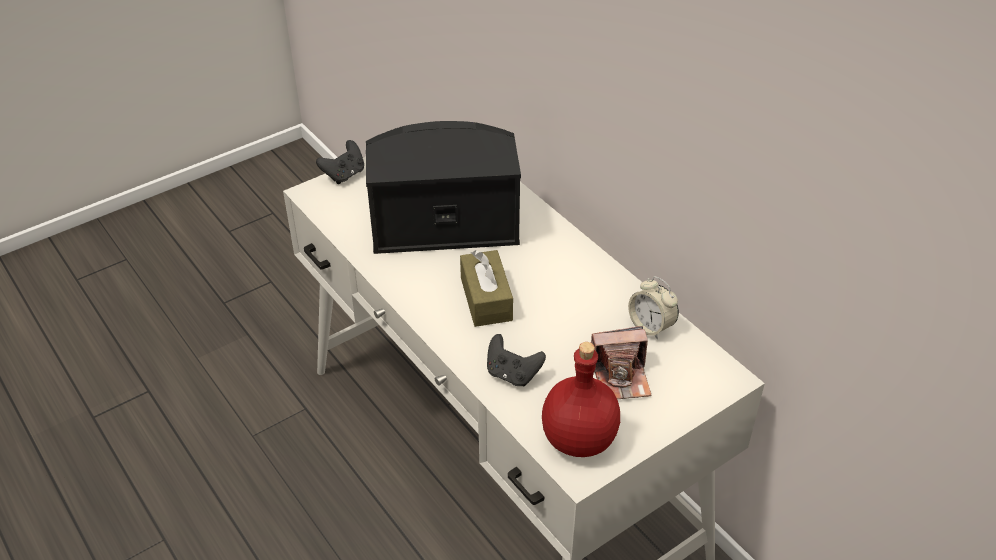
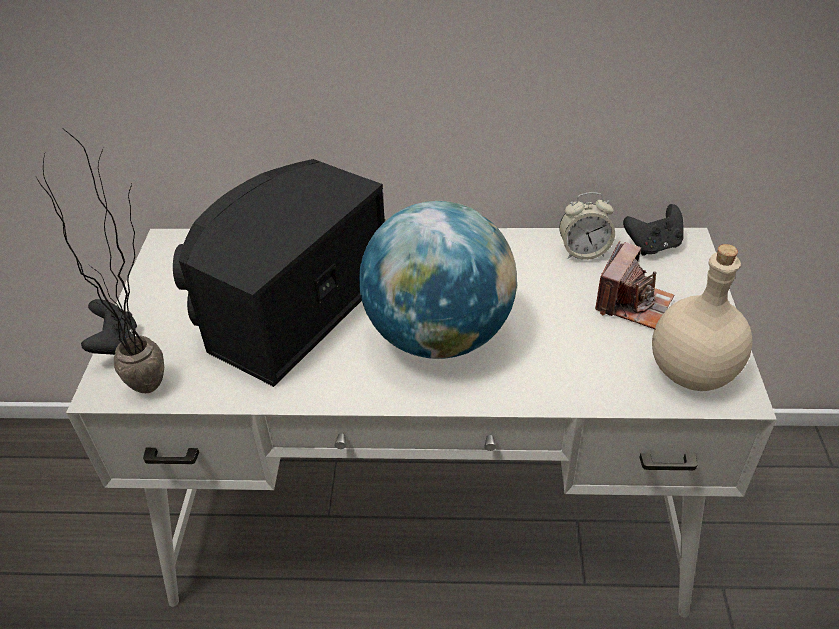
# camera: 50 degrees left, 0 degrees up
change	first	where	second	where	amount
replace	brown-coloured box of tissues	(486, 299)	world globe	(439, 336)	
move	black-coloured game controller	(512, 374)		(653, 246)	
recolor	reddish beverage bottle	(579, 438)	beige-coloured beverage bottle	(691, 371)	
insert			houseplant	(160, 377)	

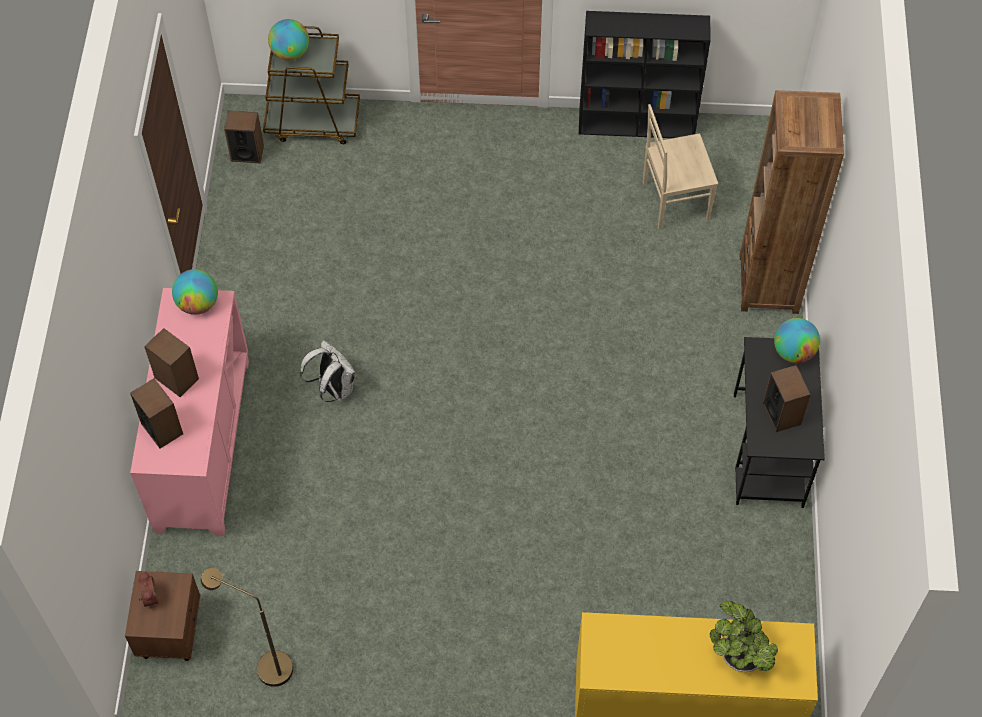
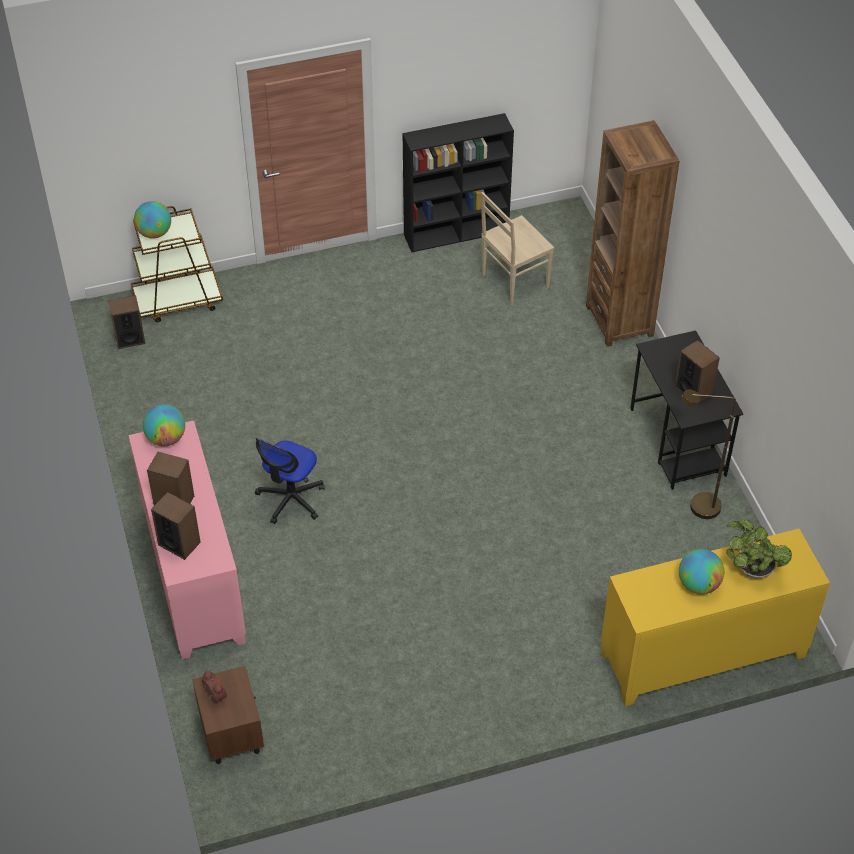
# camera: 20 degrees left, 10 degrees down
change	first	where	second	where	amount
move	brown-coloured floor lamp	(265, 666)		(696, 507)	
replace	white-coloured rucksack	(333, 388)	computer chair	(291, 499)	
move	world globe	(793, 352)		(698, 584)	

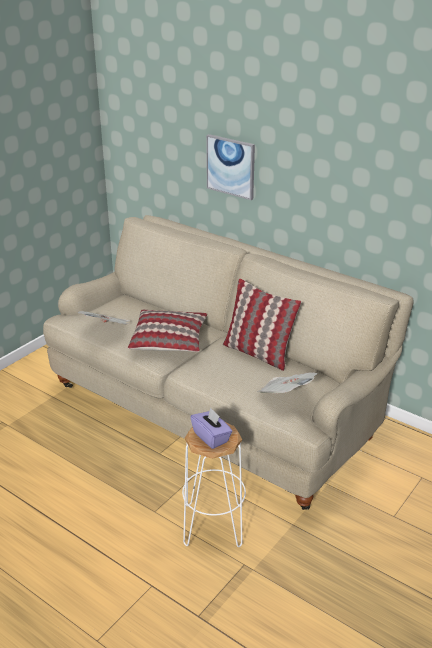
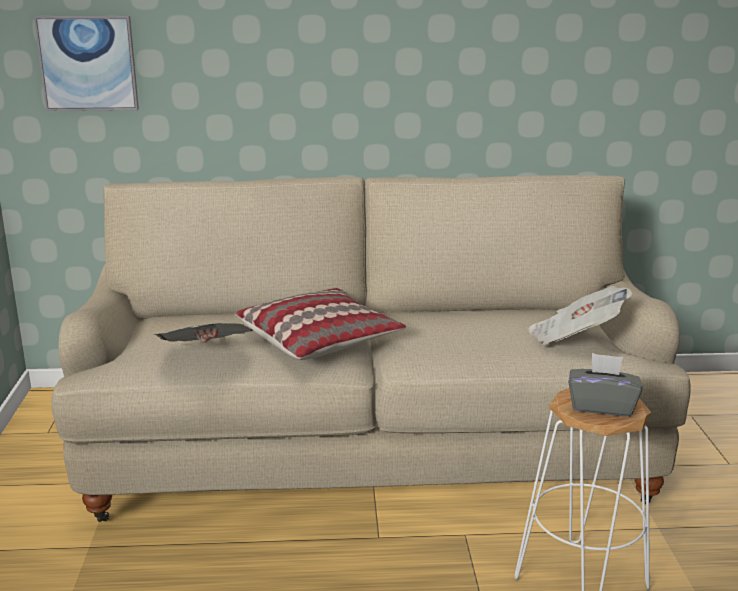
# camera: 40 degrees left, 10 degrees down
change	first	where	second	where	amount
recolor	purple-coloured box of tissues	(211, 437)	greyish box of tissues	(601, 406)	
move	picture	(231, 166)		(88, 63)	
delete	throw pillow	(258, 353)			

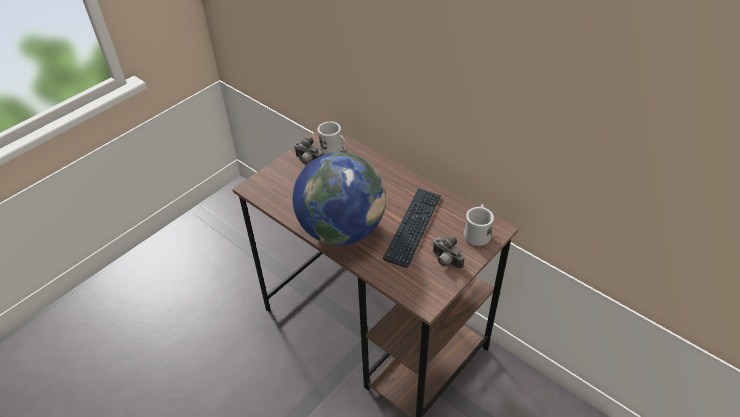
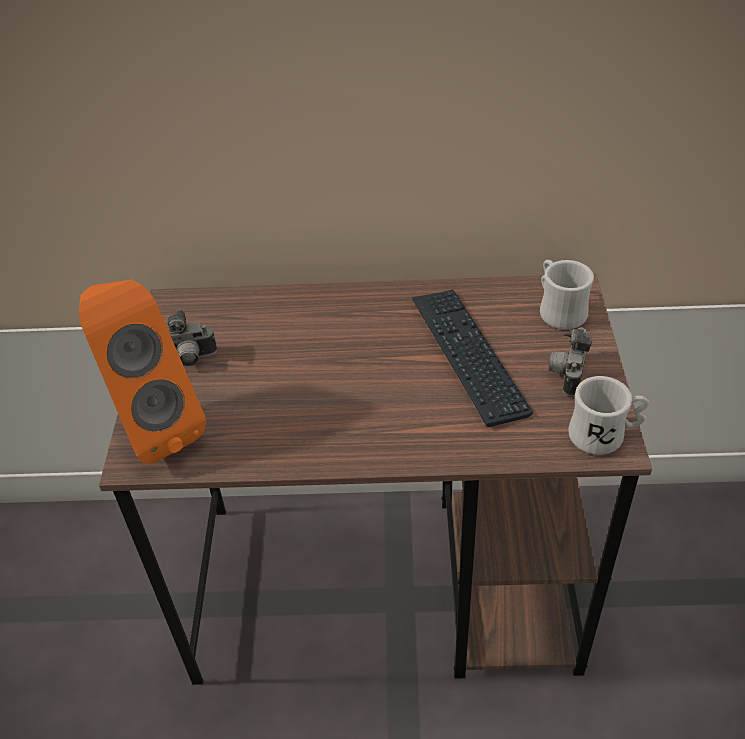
# camera: 40 degrees left, 0 degrees up
change	first	where	second	where	amount
delete	world globe	(341, 230)			
move	white-coloured tea mug	(334, 150)		(605, 435)	
rotate	still camera	(445, 261)		(567, 373)	105 degrees clockwise
insert			orange audio speaker	(153, 426)	

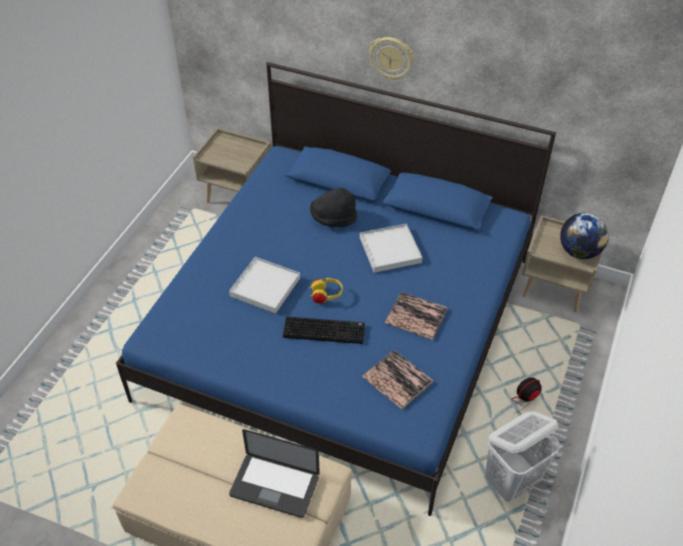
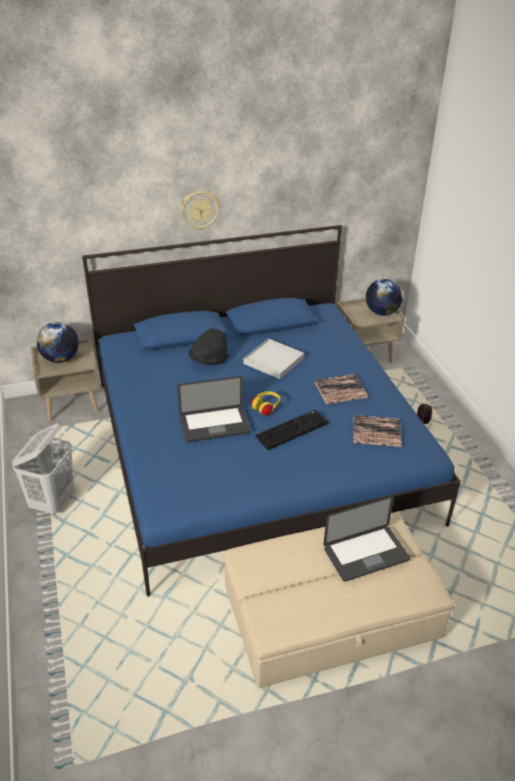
# camera: 40 degrees left, 10 degrees down
change	first	where	second	where	amount
replace	white-coloured tray	(265, 287)	portable computer	(214, 425)	
move	white-coloured hamper	(512, 481)		(53, 501)	
insert			world globe	(60, 359)	

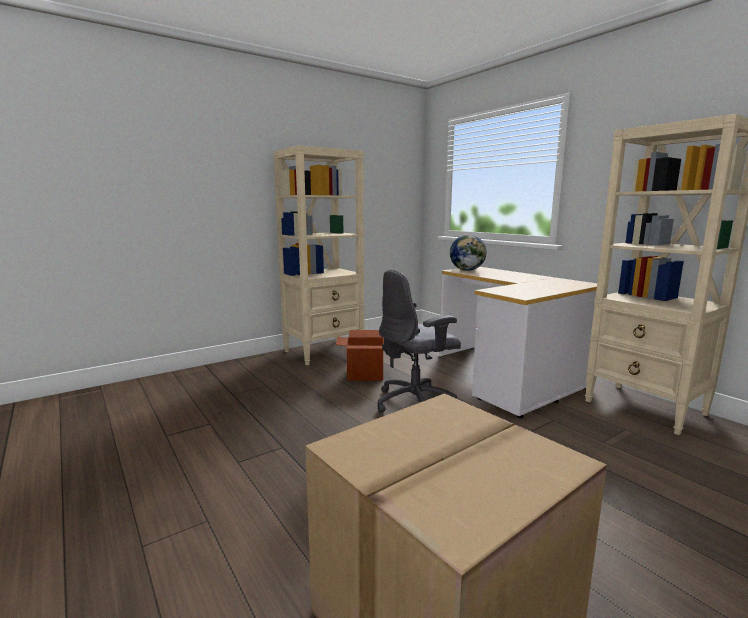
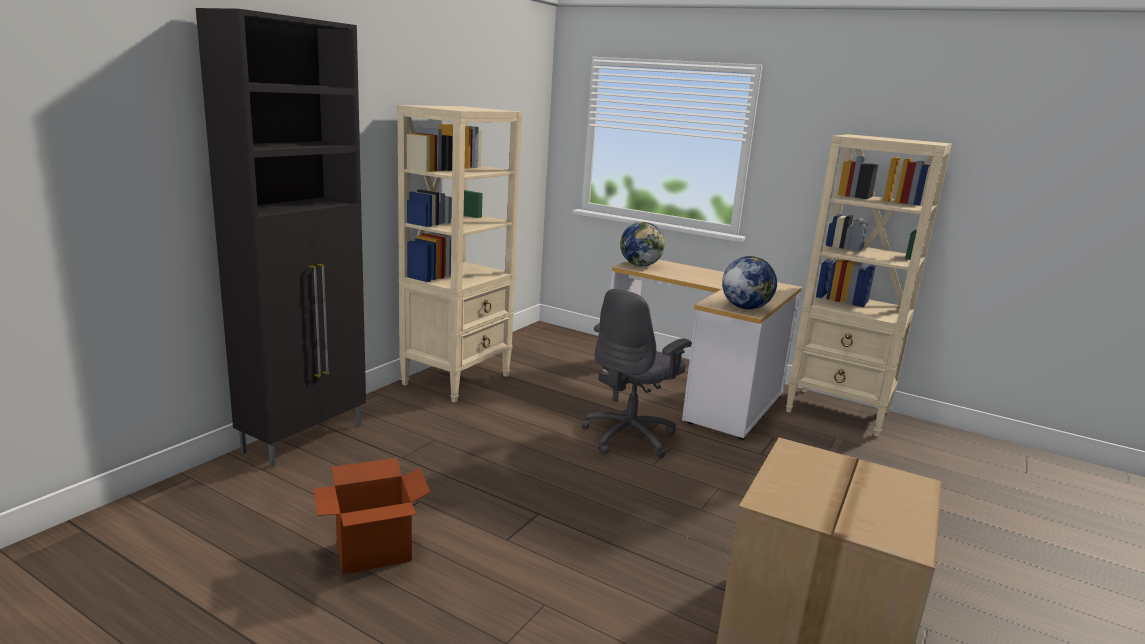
# camera: 25 degrees left, 5 degrees up
change	first	where	second	where	amount
move	packing box	(365, 375)		(373, 552)	
insert			black-coloured cupboard	(306, 438)	
insert			world globe	(745, 308)	

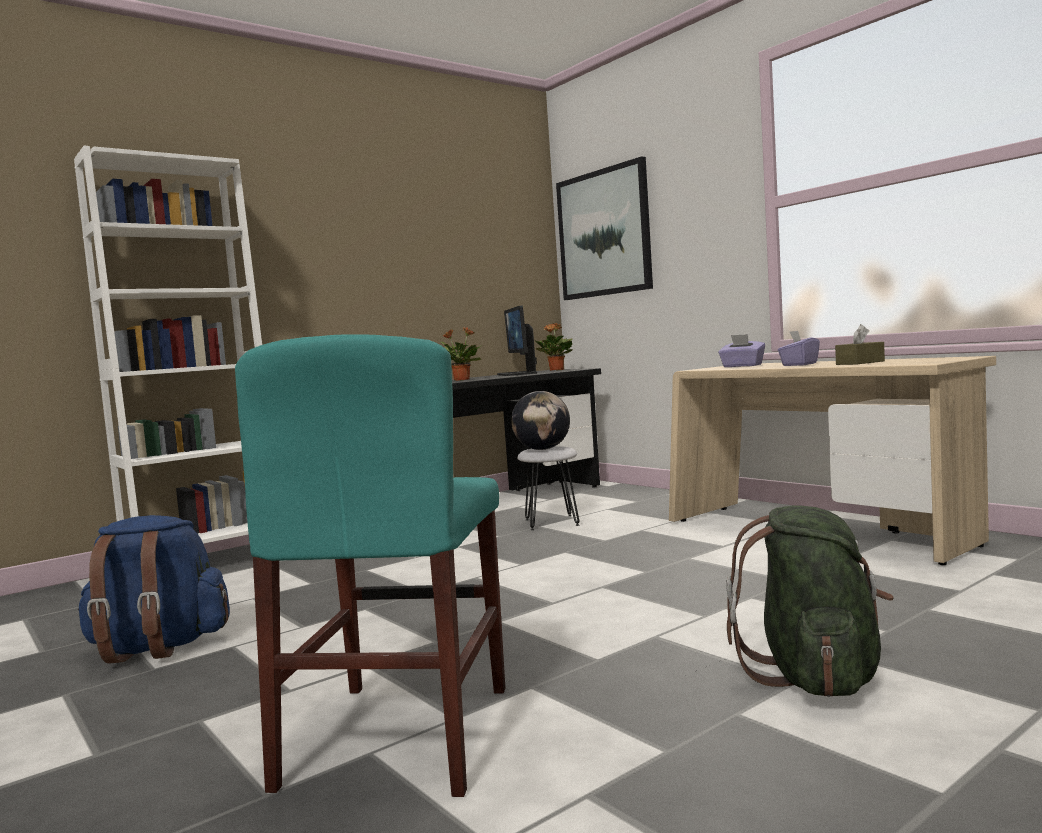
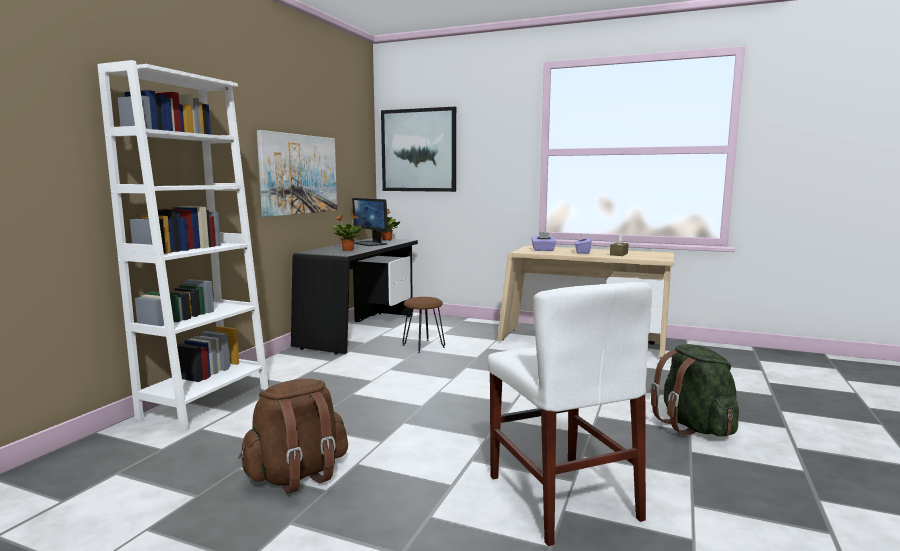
# camera: 30 degrees left, 5 degrees up
change	first	where	second	where	amount
recolor	blue rucksack	(157, 648)	brown-coloured rucksack	(298, 475)	
recolor	turquoise-coloured upright chair	(399, 735)	white-coloured upright chair	(561, 497)	
delete	world globe	(542, 449)			
recolor	white-coloured stool	(551, 522)	brown-coloured stool	(423, 346)	
insert			picture	(299, 174)	

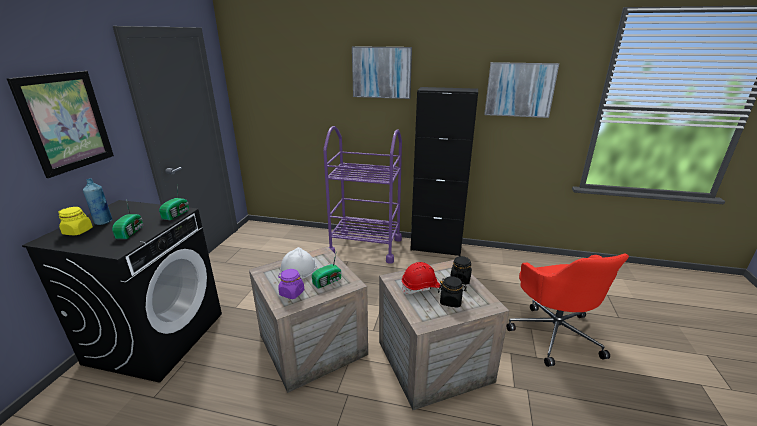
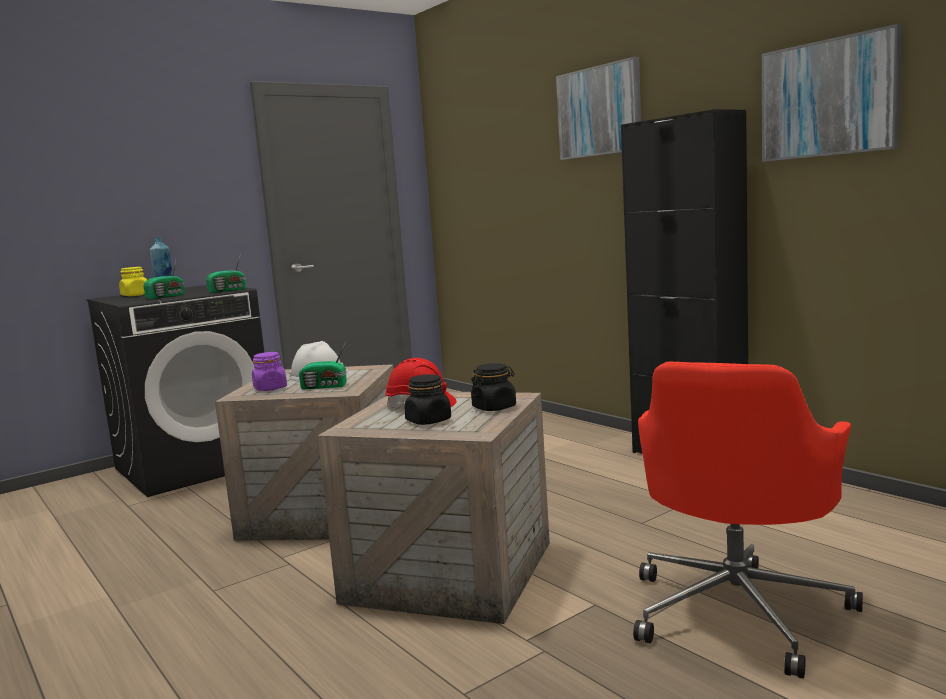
# camera: 40 degrees right, 15 degrees down
change	first	where	second	where	amount
delete	picture	(66, 122)			
delete	purple-coloured trolley	(365, 246)			

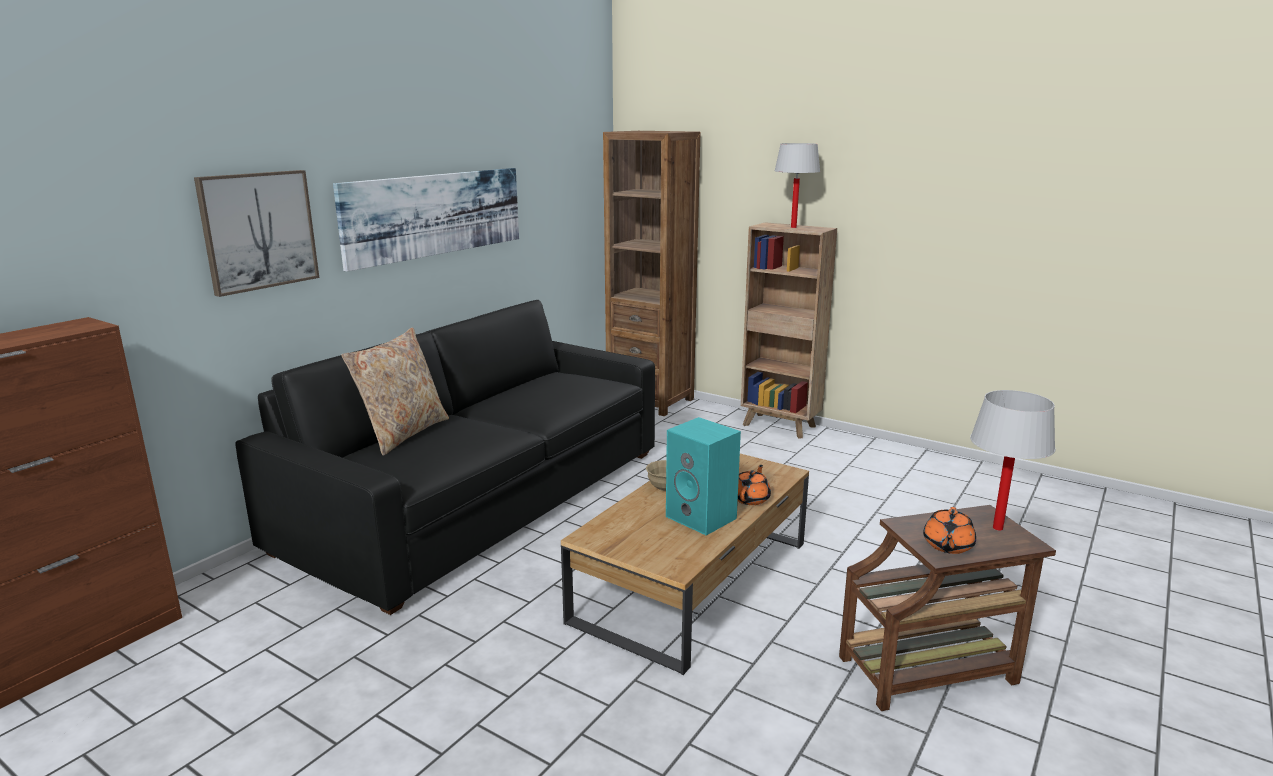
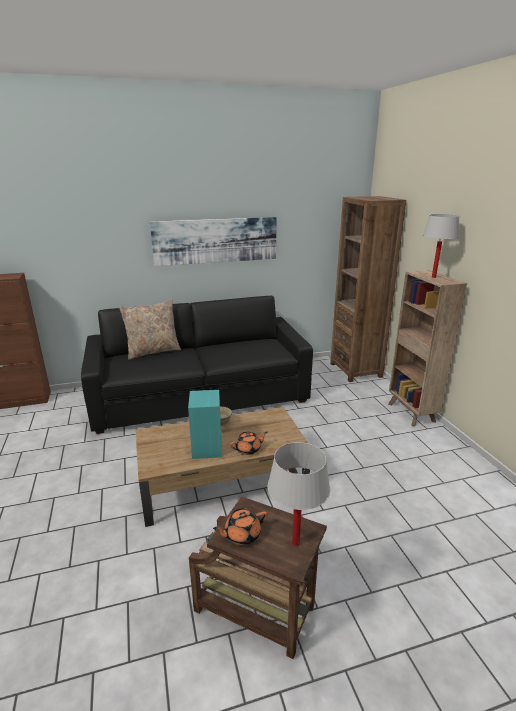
# camera: 40 degrees right, 5 degrees up
change	first	where	second	where	amount
delete	picture	(258, 230)			

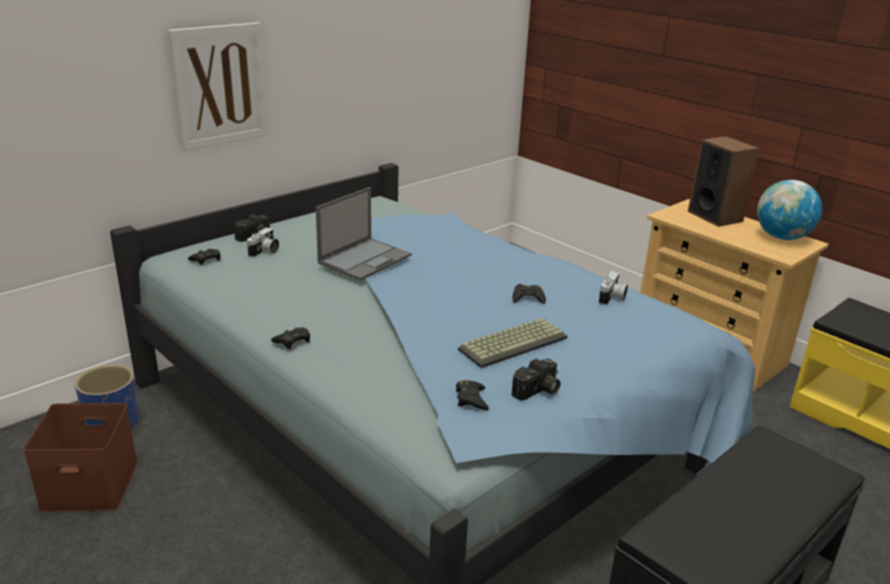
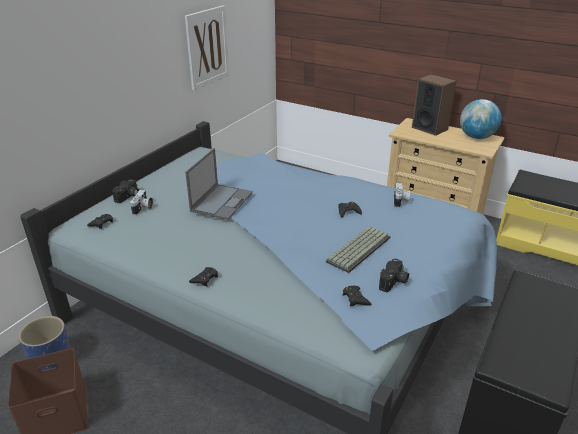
# camera: 15 degrees left, 5 degrees up
change	first	where	second	where	amount
move	picture	(220, 85)		(207, 47)	

